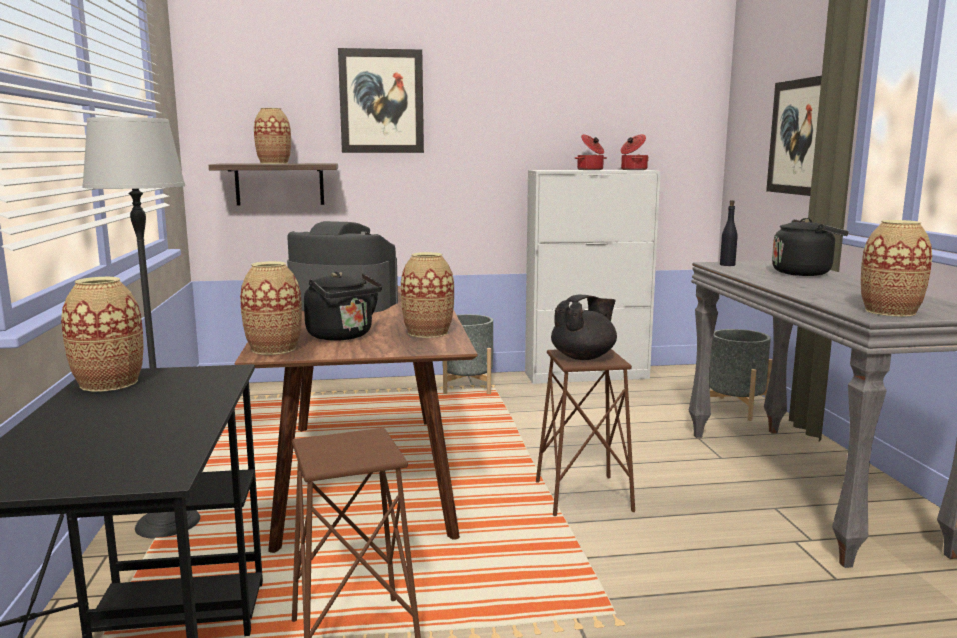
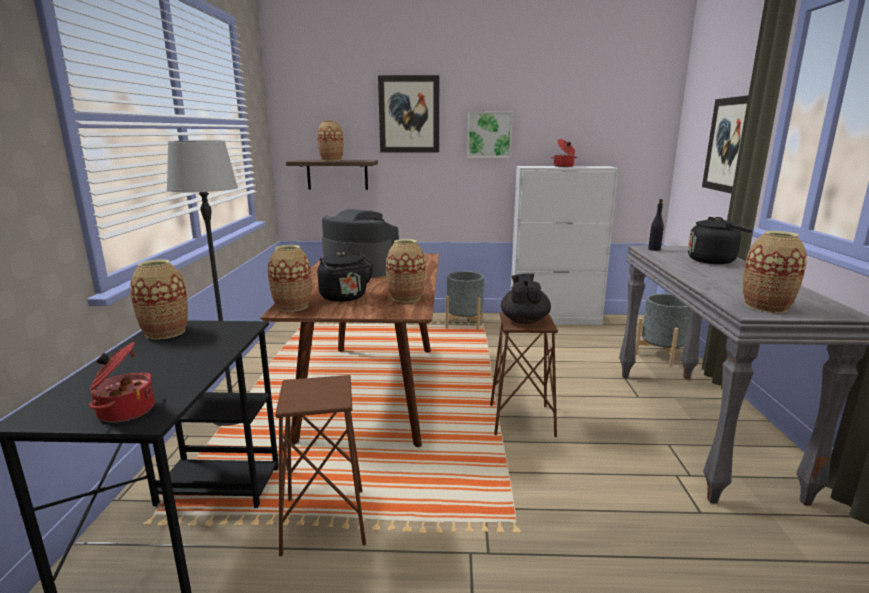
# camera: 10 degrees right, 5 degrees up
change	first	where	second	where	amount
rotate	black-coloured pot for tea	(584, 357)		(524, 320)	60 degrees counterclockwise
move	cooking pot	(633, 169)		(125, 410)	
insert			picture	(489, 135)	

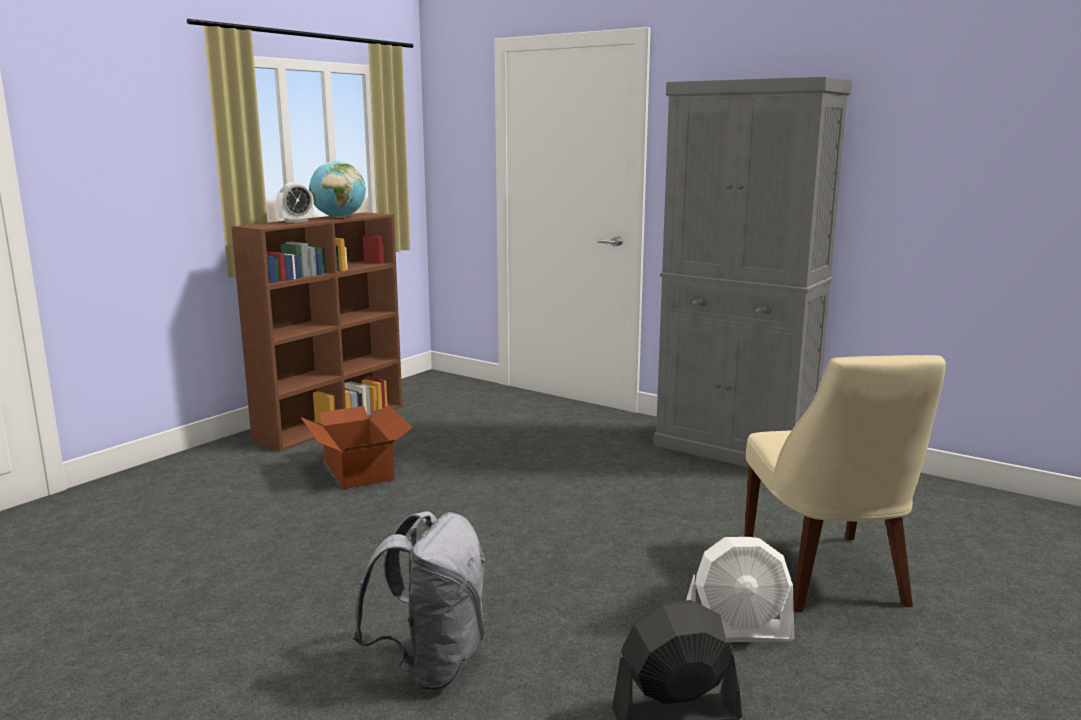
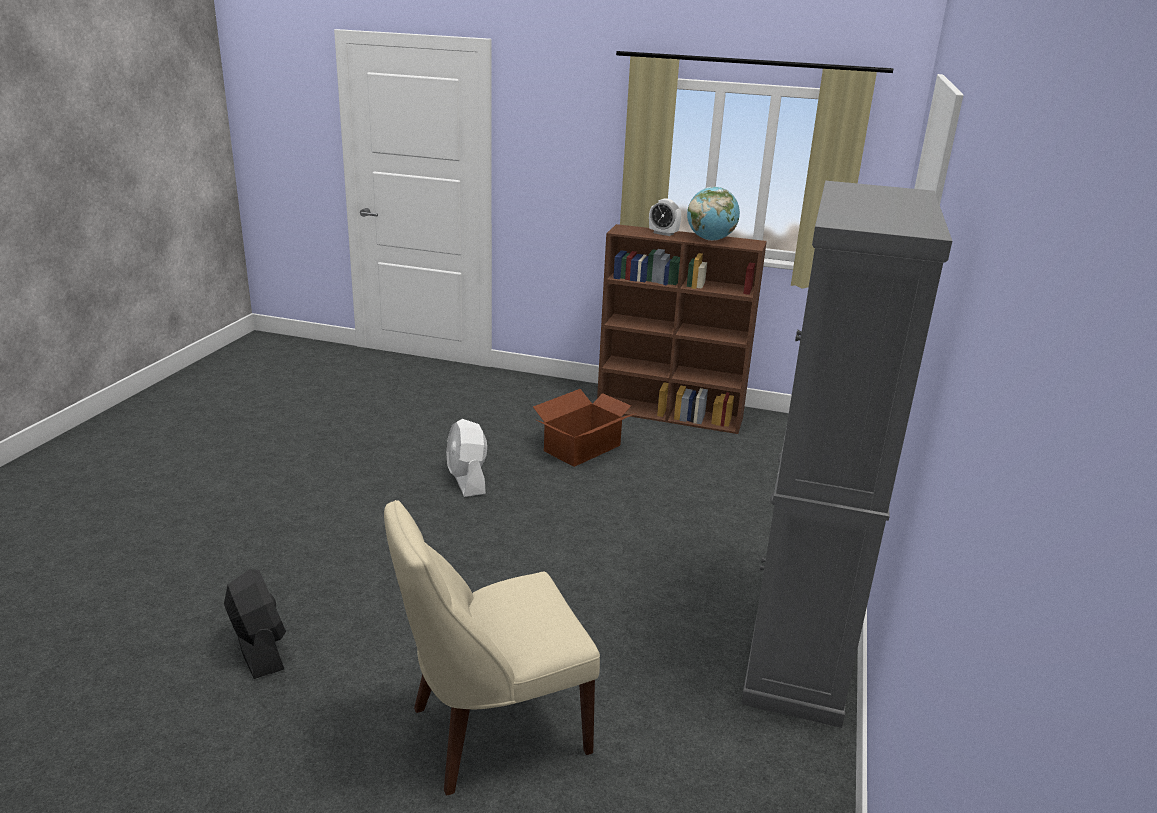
# camera: 70 degrees right, 10 degrees up
change	first	where	second	where	amount
delete	greyish rucksack	(431, 665)			
move	white-coloured cooling fan	(737, 632)		(467, 480)	

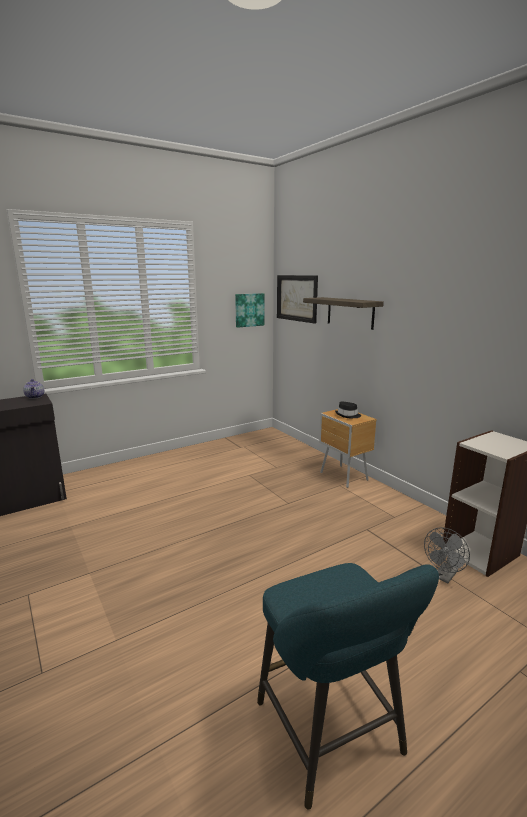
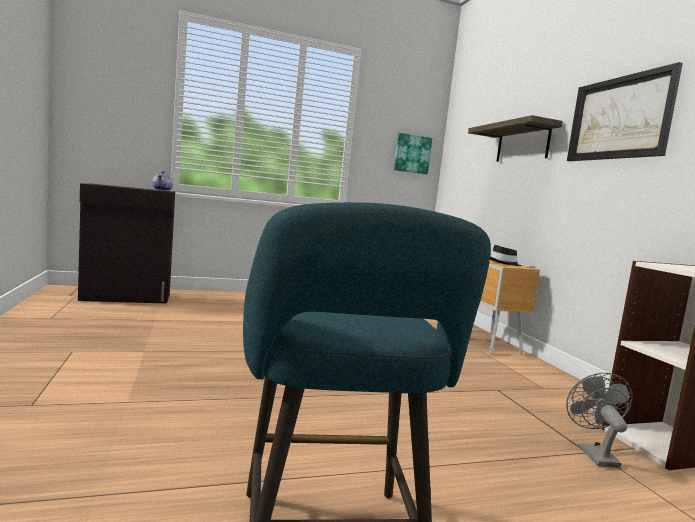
# camera: 15 degrees right, 10 degrees down
change	first	where	second	where	amount
move	picture	(297, 298)		(619, 118)	
rotate	greyish cooling fan	(444, 576)		(593, 453)	120 degrees clockwise

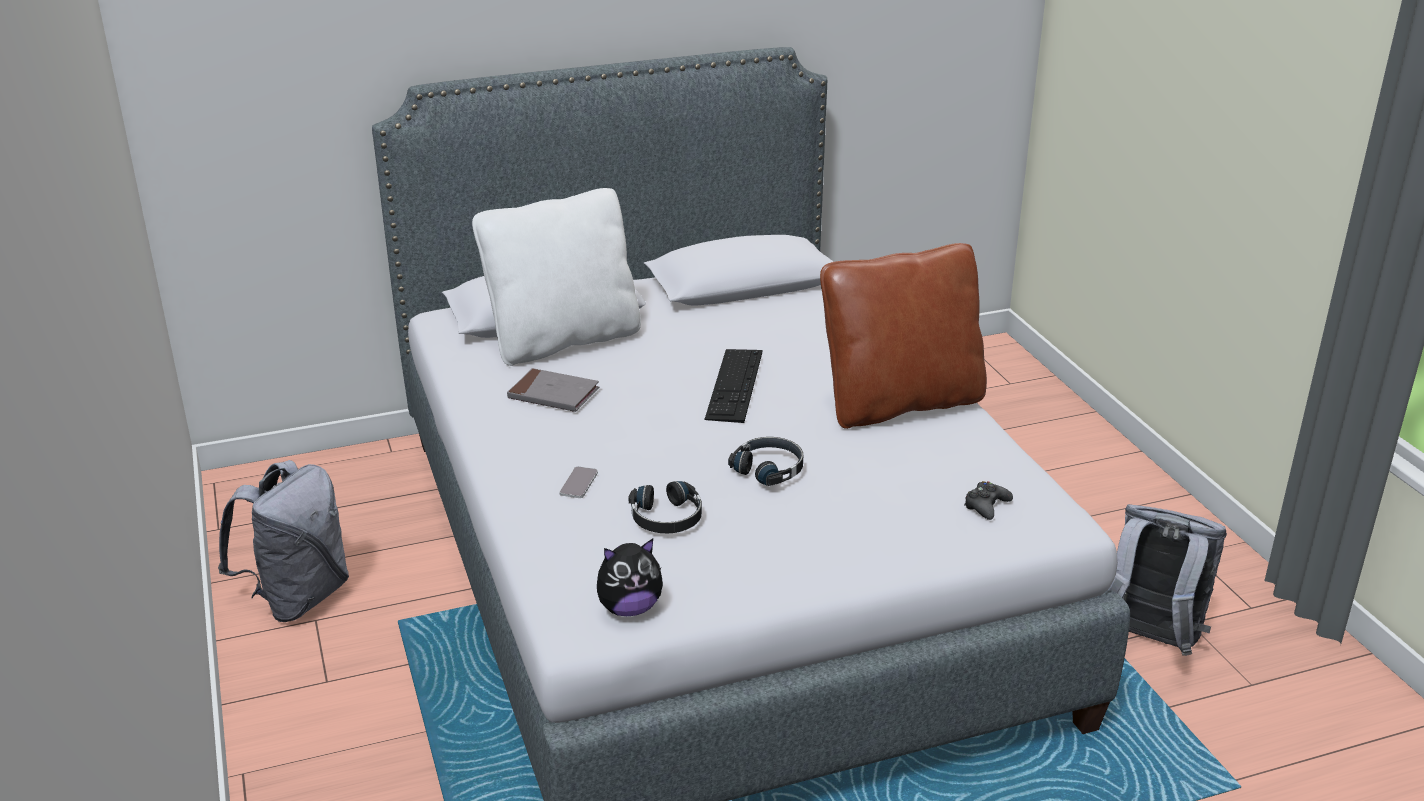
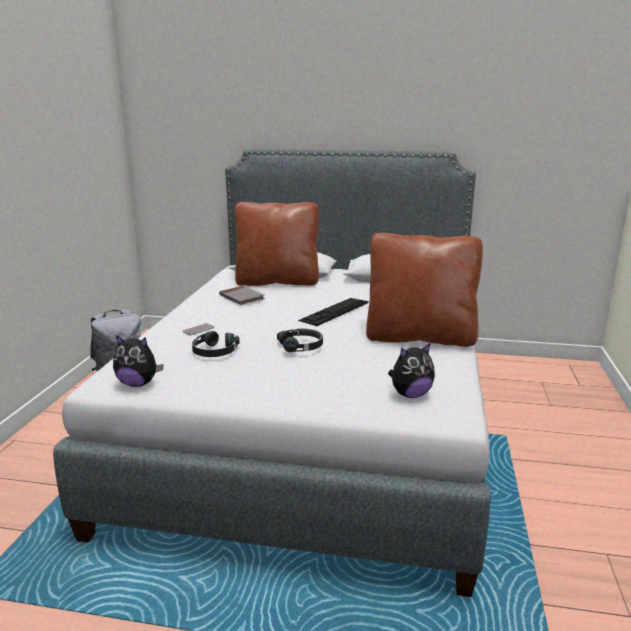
# camera: 30 degrees right, 10 degrees down
change	first	where	second	where	amount
recolor	white-coloured throw pillow	(563, 340)	brown-coloured throw pillow	(277, 281)	
replace	black-coloured game controller	(986, 506)	plush toy	(410, 394)	
delete	greyish rucksack	(1148, 641)			

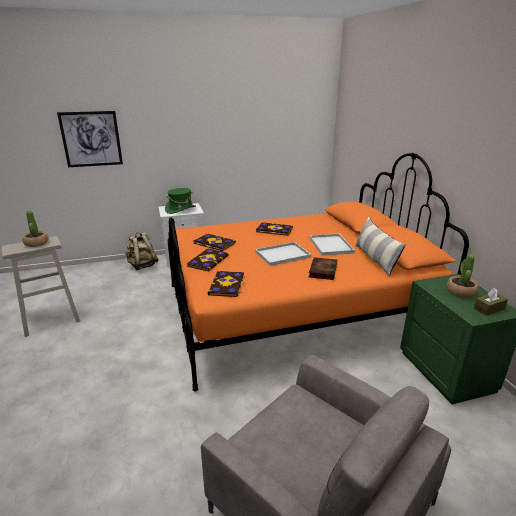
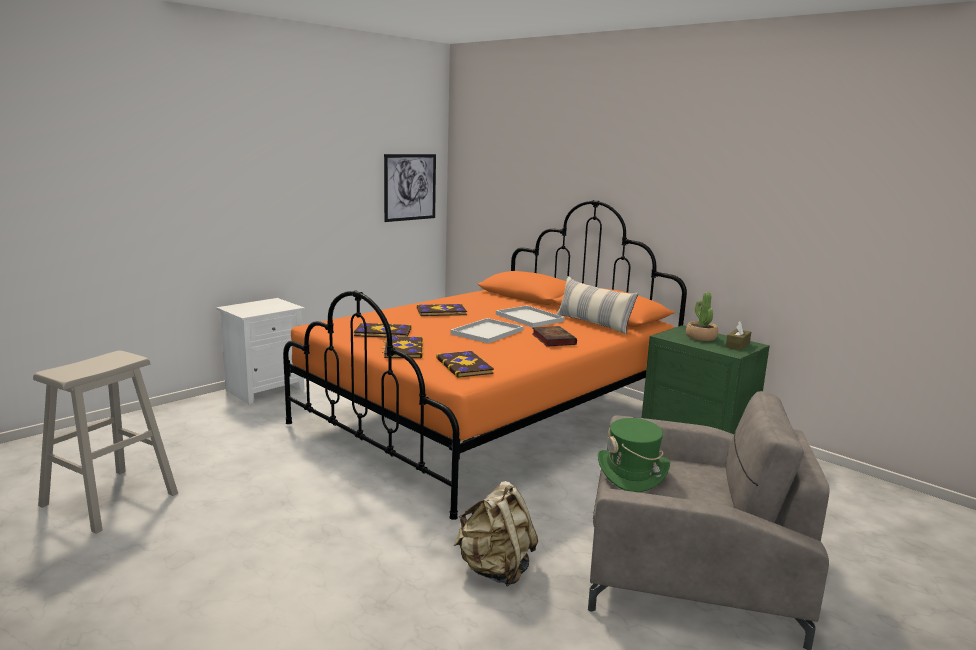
# camera: 30 degrees left, 10 degrees down
change	first	where	second	where	amount
delete	houseplant	(36, 243)			
move	picture	(91, 139)		(410, 187)	
move	beige-coloured rucksack	(142, 265)		(495, 570)	
move	green-coloured wearable hat	(180, 209)		(632, 473)	

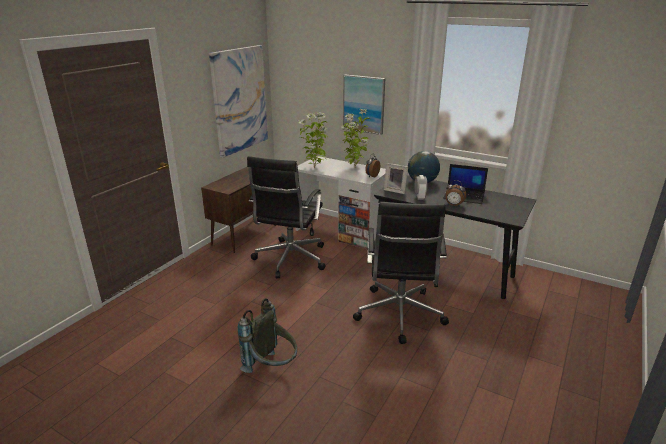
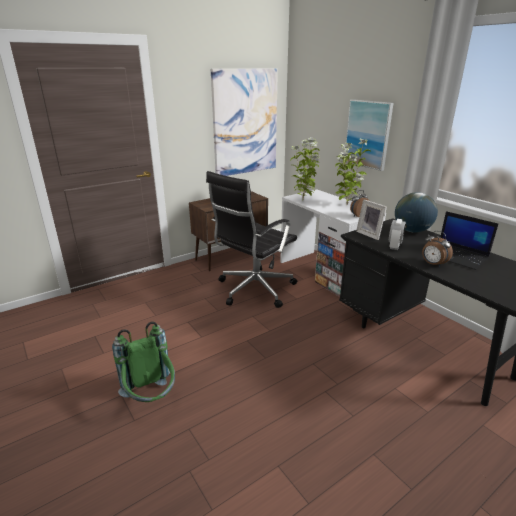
# camera: 25 degrees right, 0 degrees up
change	first	where	second	where	amount
recolor	greyish rucksack	(272, 368)	green-coloured rucksack	(151, 399)	
delete	black-coloured computer chair	(399, 315)			

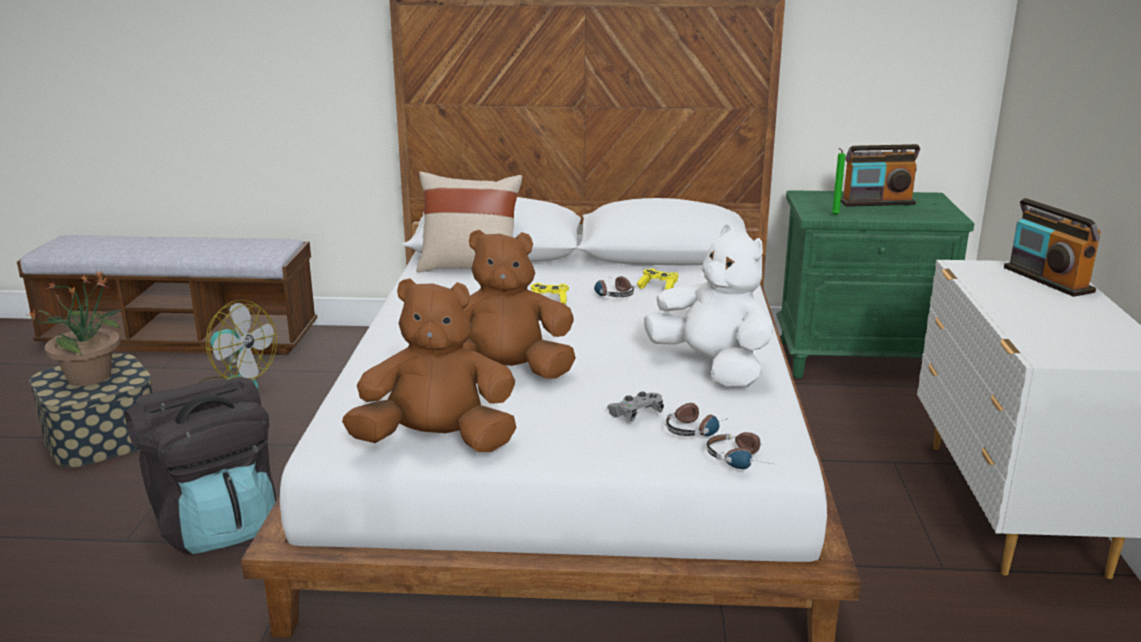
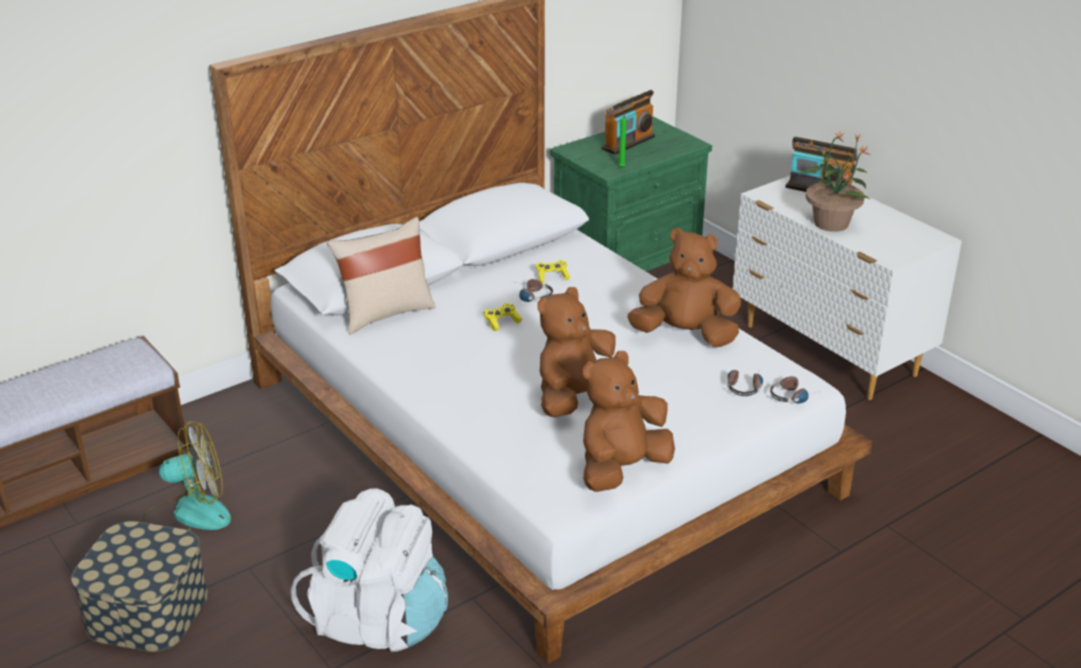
# camera: 40 degrees left, 10 degrees up
change	first	where	second	where	amount
move	houseplant	(91, 376)		(831, 223)	
recolor	black-coloured rucksack	(215, 524)	white-coloured rucksack	(379, 620)	
delete	greyish game controller	(636, 414)			
recolor	white-coloured plush toy	(712, 367)	brown-coloured plush toy	(685, 335)	

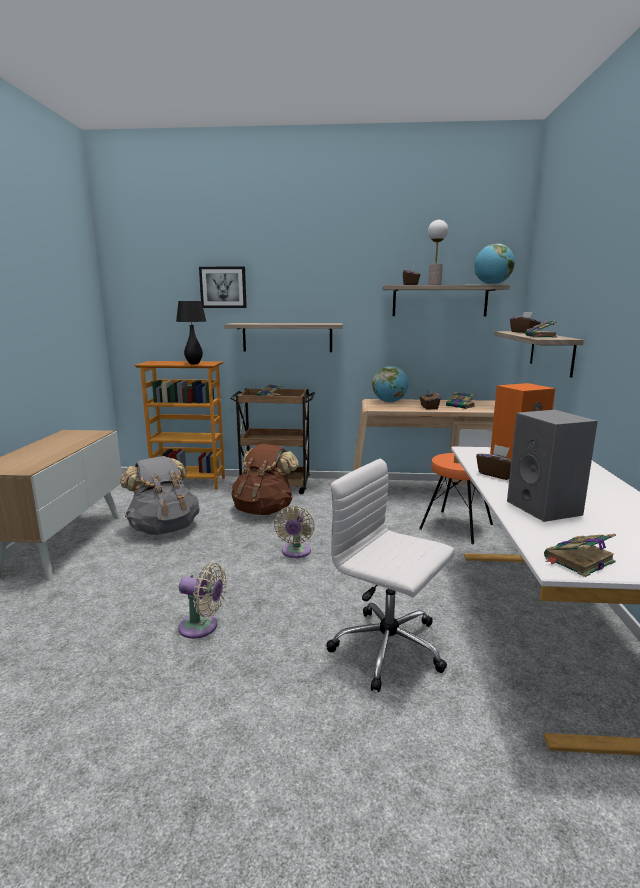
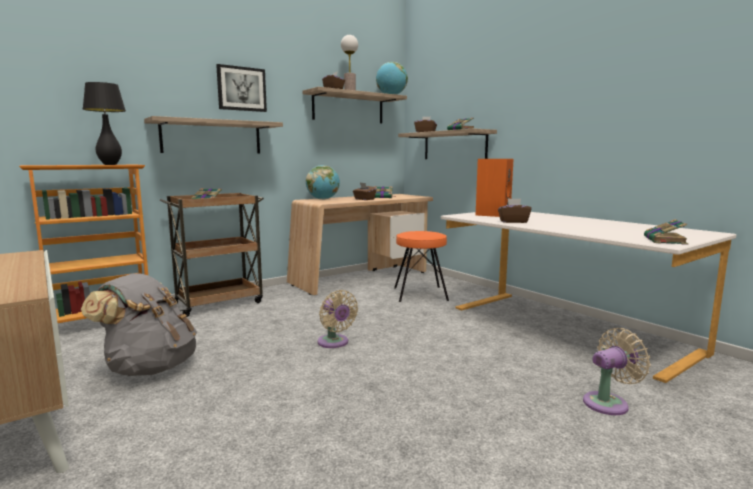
# camera: 40 degrees left, 5 degrees down
change	first	where	second	where	amount
move	beige-coloured cooling fan	(202, 627)		(609, 403)	
move	picture	(223, 287)		(241, 89)	
delete	brown-coloured rucksack	(264, 510)			
delete	white-coloured computer chair	(390, 649)			
delete	greyish audio speaker	(546, 508)			

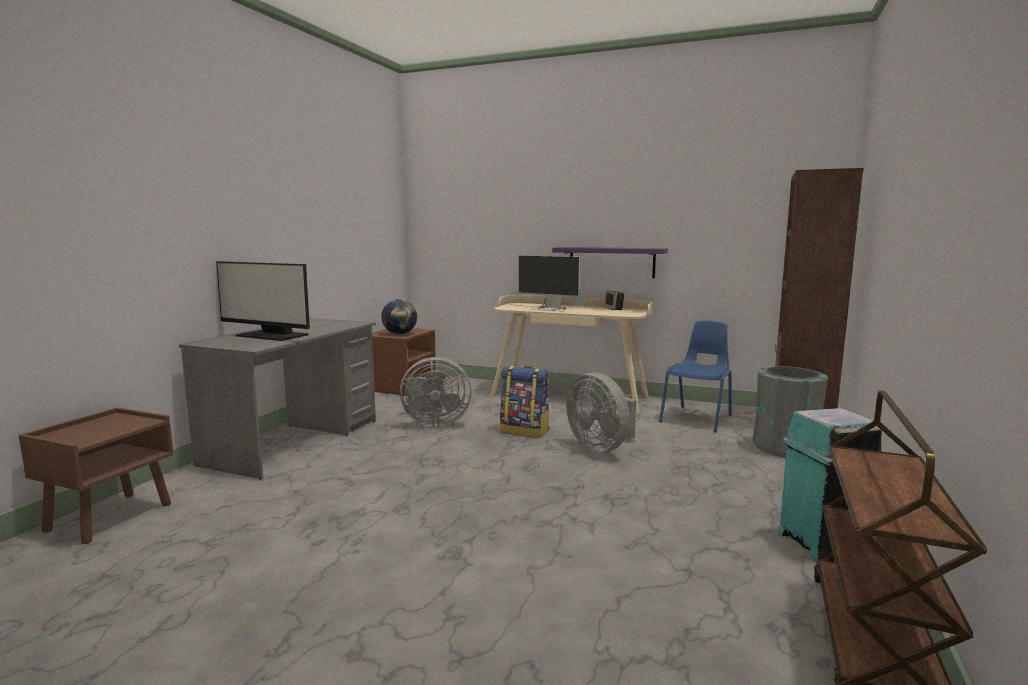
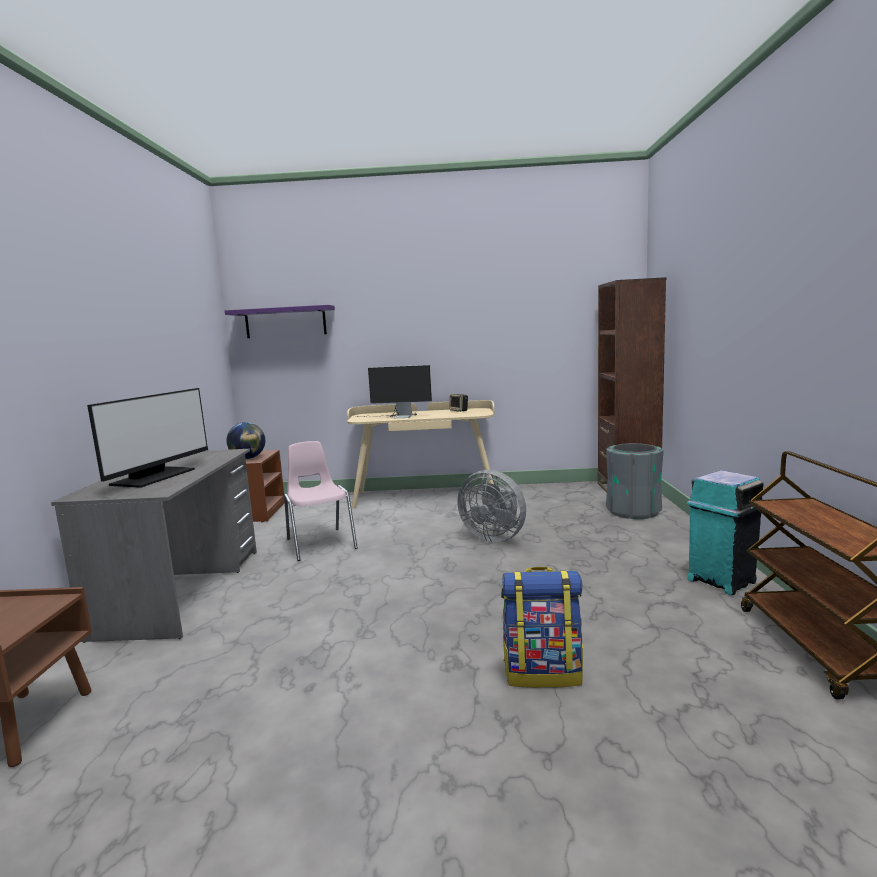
# camera: 20 degrees left, 0 degrees up
change	first	where	second	where	amount
rotate	computer screen	(271, 335)		(155, 477)	75 degrees counterclockwise
replace	greyish cooling fan	(434, 423)	pink-coloured upright chair	(320, 543)	
move	rucksack	(525, 431)		(543, 672)	
move	purple-coloured bracket shelf	(611, 262)		(285, 322)	
delete	blue upright chair	(697, 418)			

